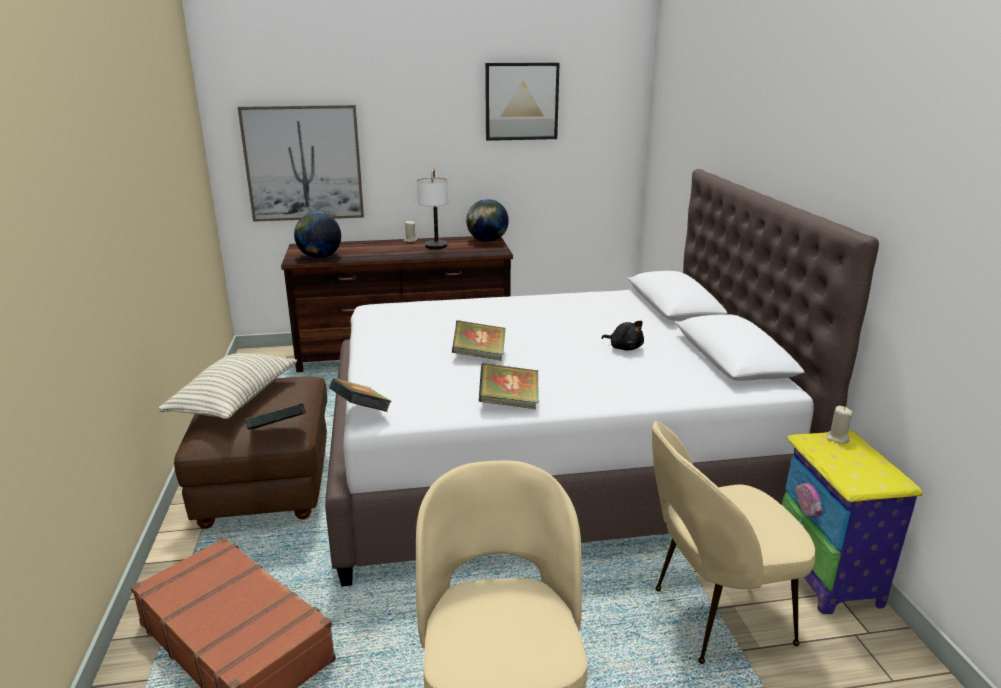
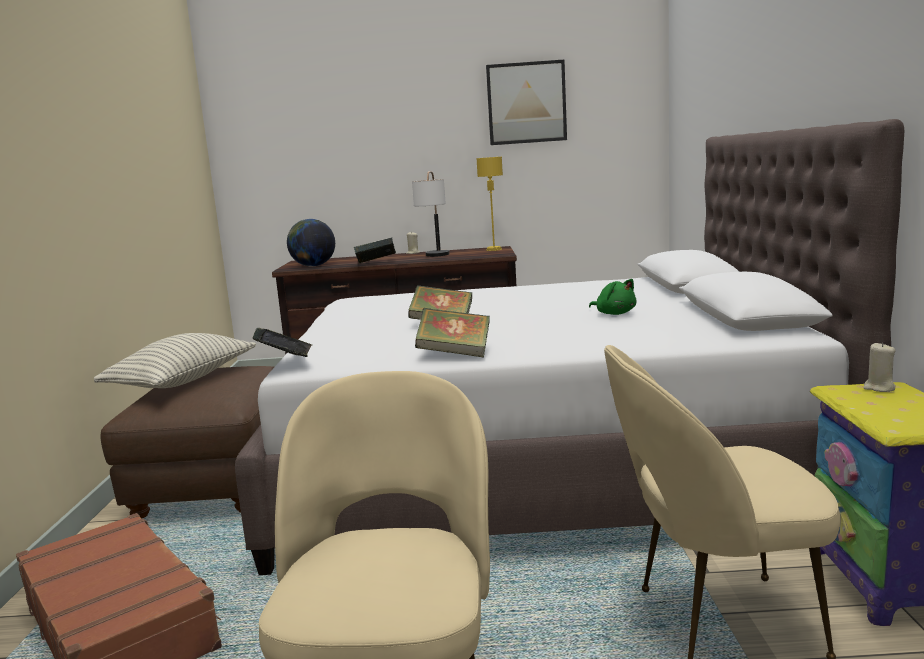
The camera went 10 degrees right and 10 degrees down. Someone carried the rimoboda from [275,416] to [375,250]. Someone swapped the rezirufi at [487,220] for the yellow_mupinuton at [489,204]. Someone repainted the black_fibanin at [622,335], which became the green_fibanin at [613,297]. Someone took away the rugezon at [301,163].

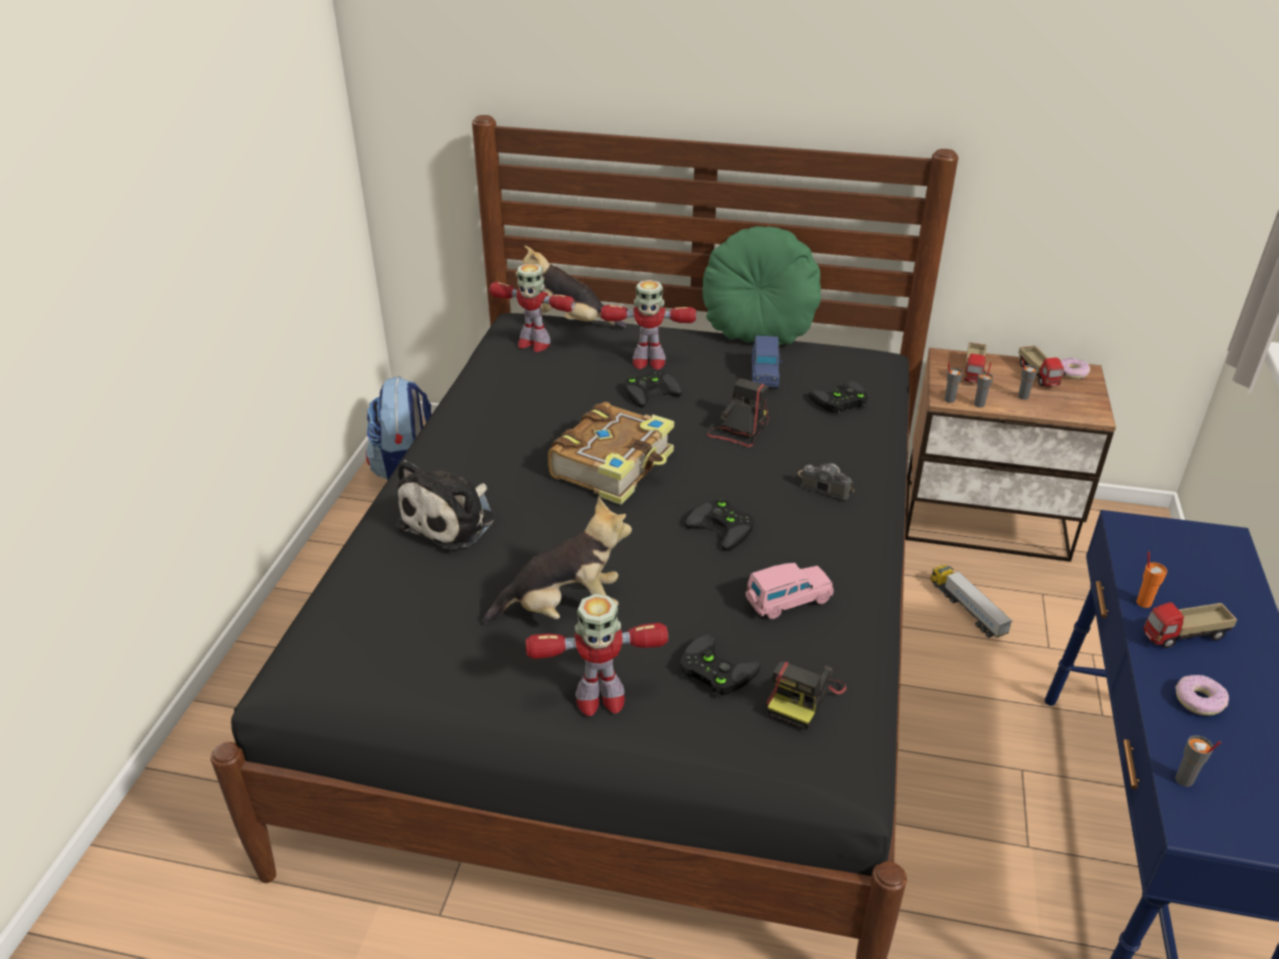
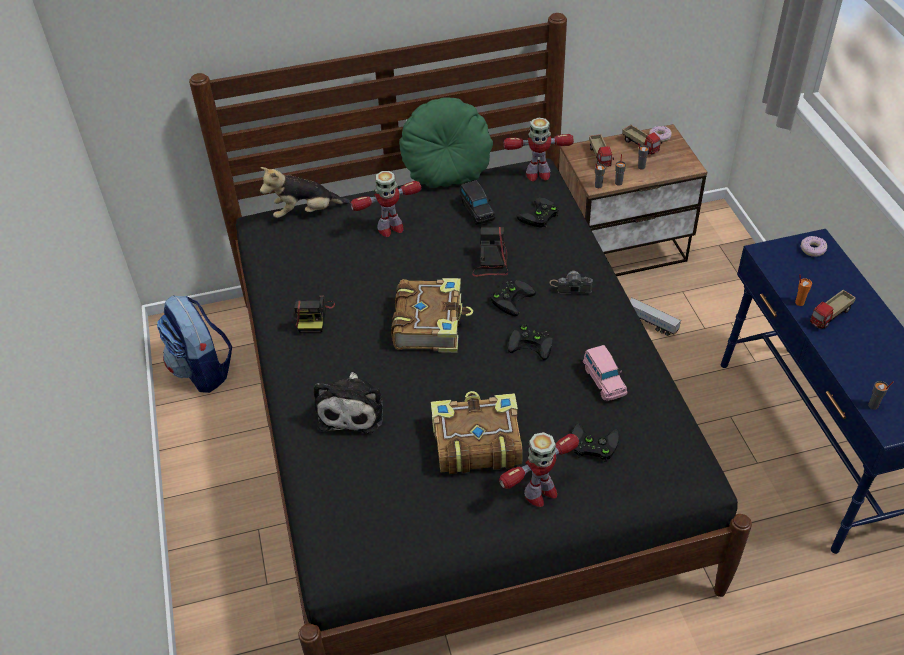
The camera went 25 degrees left and 10 degrees up. Someone carried the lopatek from [806,695] to [314,313]. Someone swapped the fibanin at [557,560] for the rimoboda at [477,432]. Someone repainted the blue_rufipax at [766,362], which became the black_rufipax at [477,202]. Someone carried the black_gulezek from [653,389] to [513,297]. Someone carried the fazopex from [532,308] to [539,149]. Someone rotated the pink_rufipax at [790,590] by 120 degrees clockwise. Someone carried the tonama from [1202,695] to [813,246].

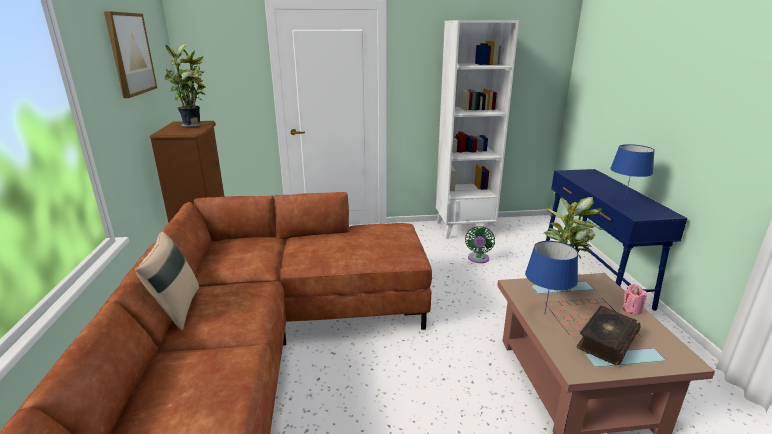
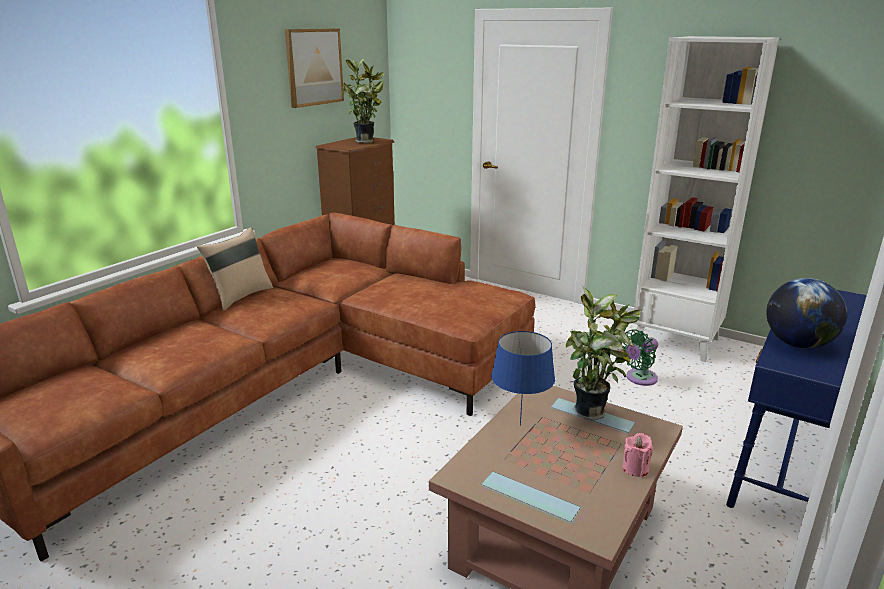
The camera went 40 degrees right and 0 degrees up. Someone swapped the blue_mupinuton at [632,173] for the rezirufi at [806,313]. Someone took away the rimoboda at [608,336].

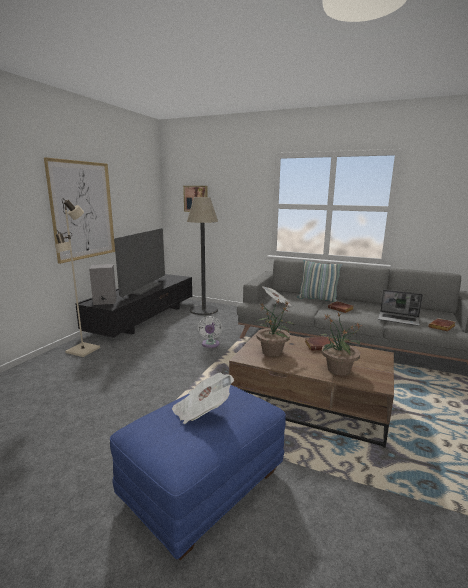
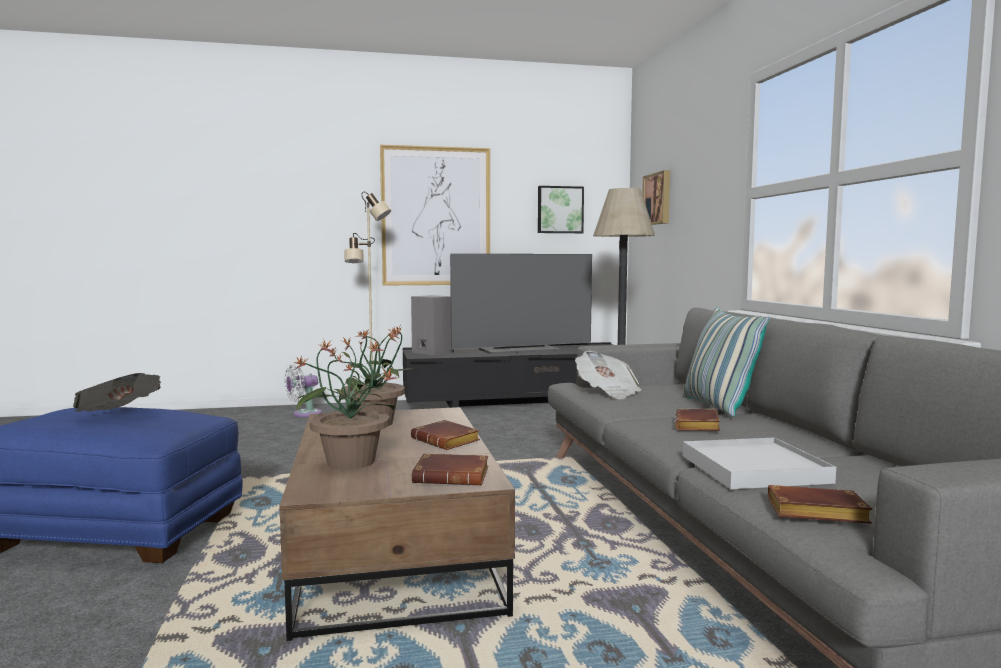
The camera went 55 degrees right and 10 degrees down. Someone carried the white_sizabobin from [210,332] to [303,390]. Someone put down the brown_rimoboda at [450,469]. Someone put up the rugezon at [561,209]. Someone swapped the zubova at [400,307] for the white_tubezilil at [759,463].

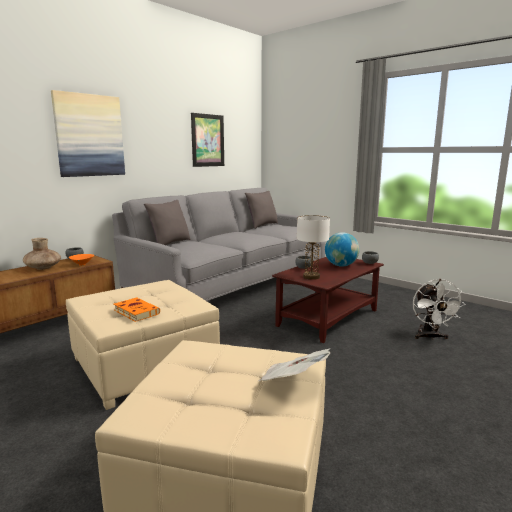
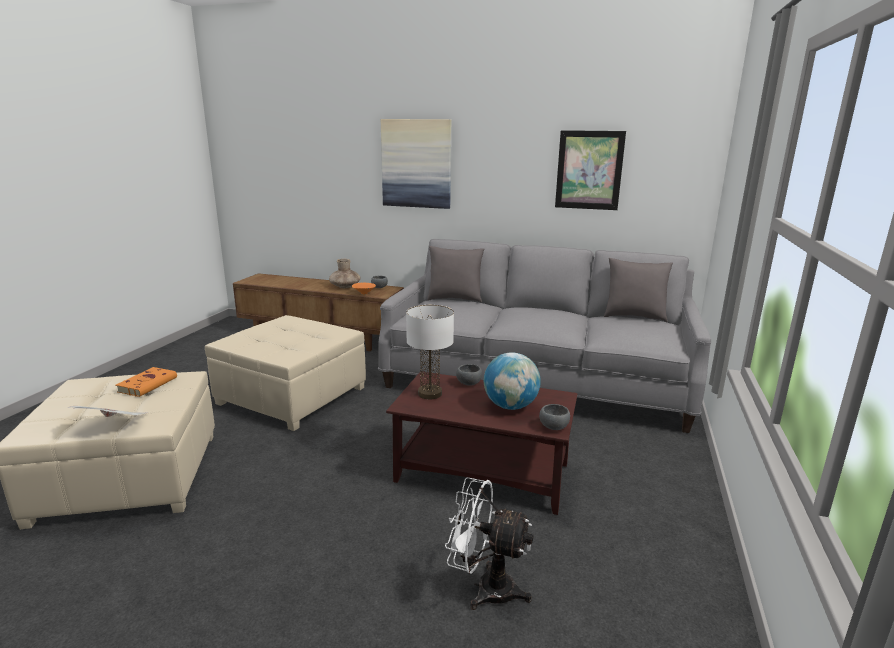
The camera went 65 degrees right and 5 degrees up. Someone carried the orange_rimoboda from [137,309] to [146,382]. Someone rotated the white_sizabobin at [439,309] by 45 degrees clockwise.

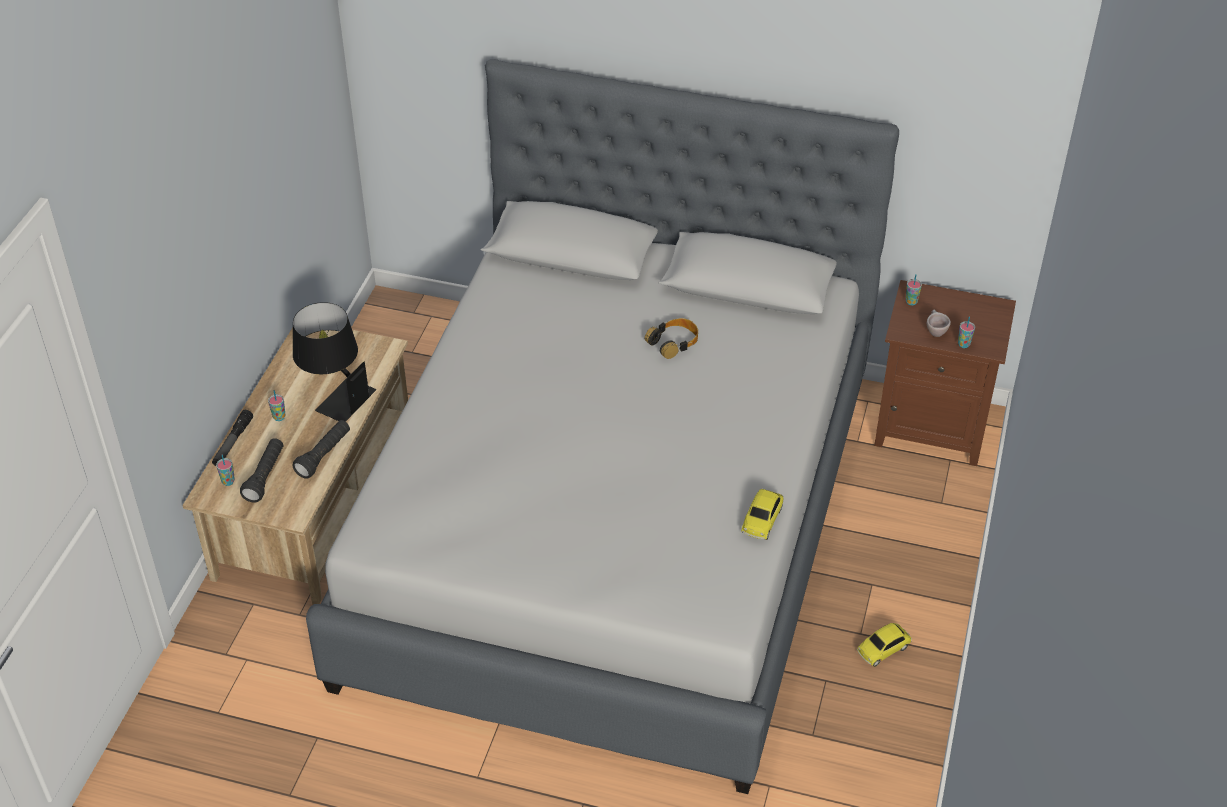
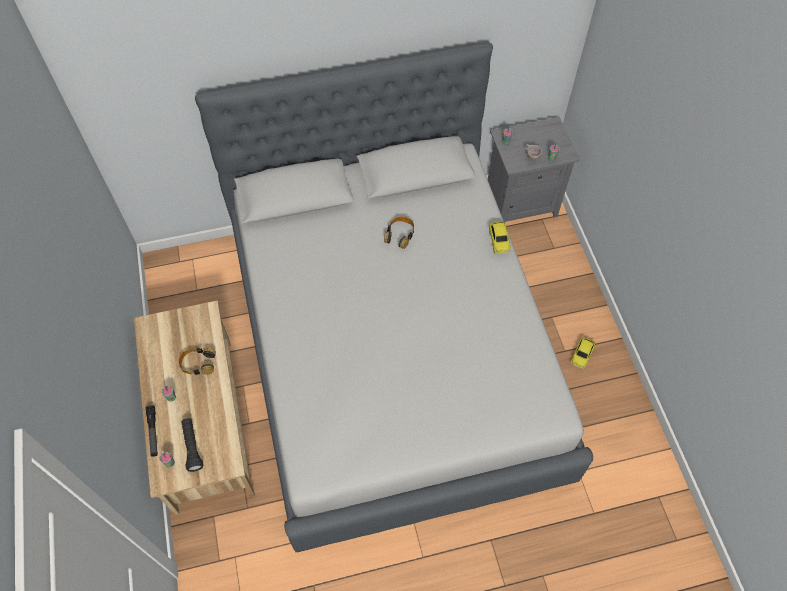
The camera went 30 degrees left and 15 degrees up. Someone swapped the black_mupinuton at [334,362] for the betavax at [197,361]. Someone repainted the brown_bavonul at [945,373], which became the grey_bavonul at [534,169]. Someone carried the rufipax from [762,514] to [500,237]. Someone took away the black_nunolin at [321,449].

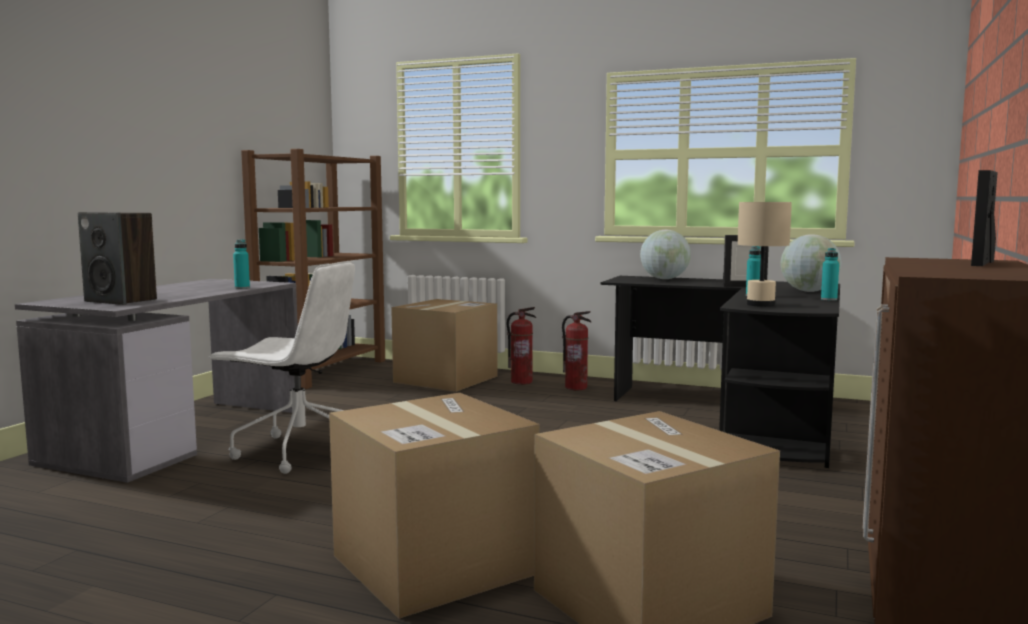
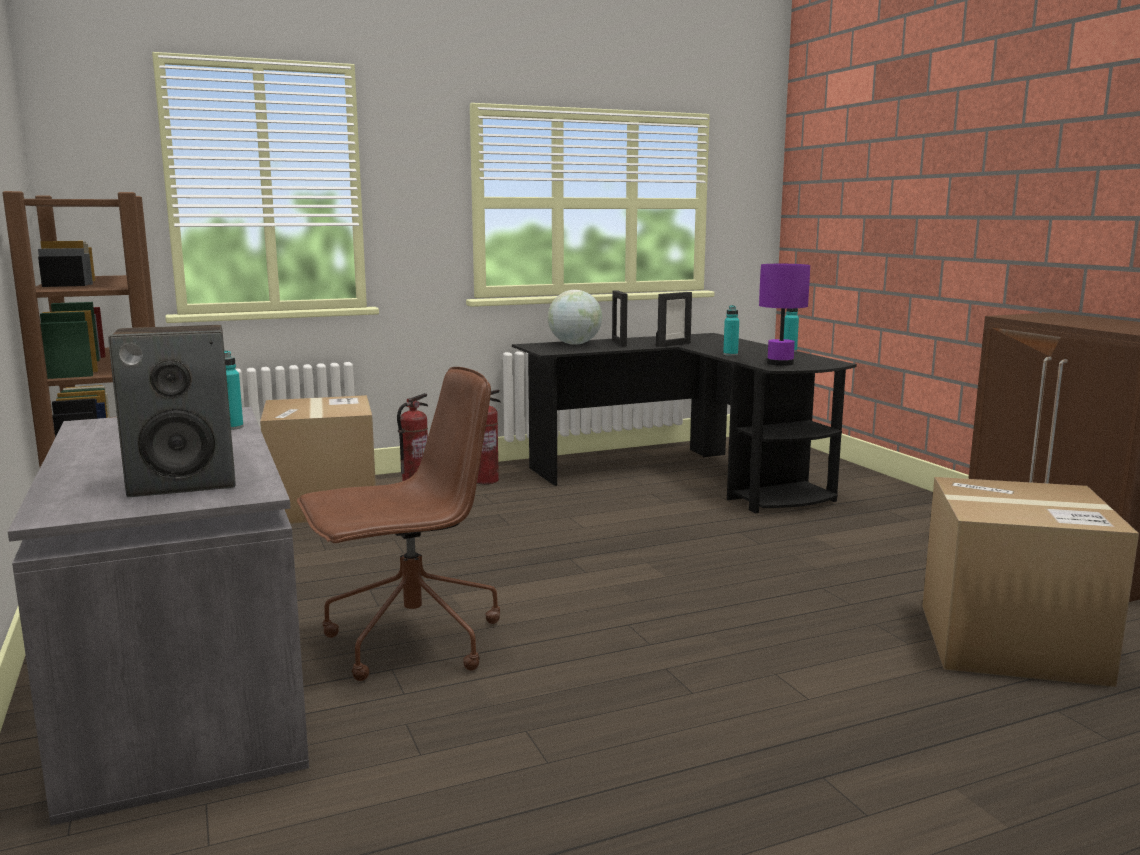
The camera went 45 degrees left and 5 degrees up. Someone repainted the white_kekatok at [281,367], which became the brown_kekatok at [398,524]. Someone carried the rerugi from [984,218] to [619,318]. Someone repainted the beige_mupinuton at [765,254], which became the purple_mupinuton at [784,315]. Someone took away the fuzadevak at [434,506]. Someone took away the rezirufi at [810,263].

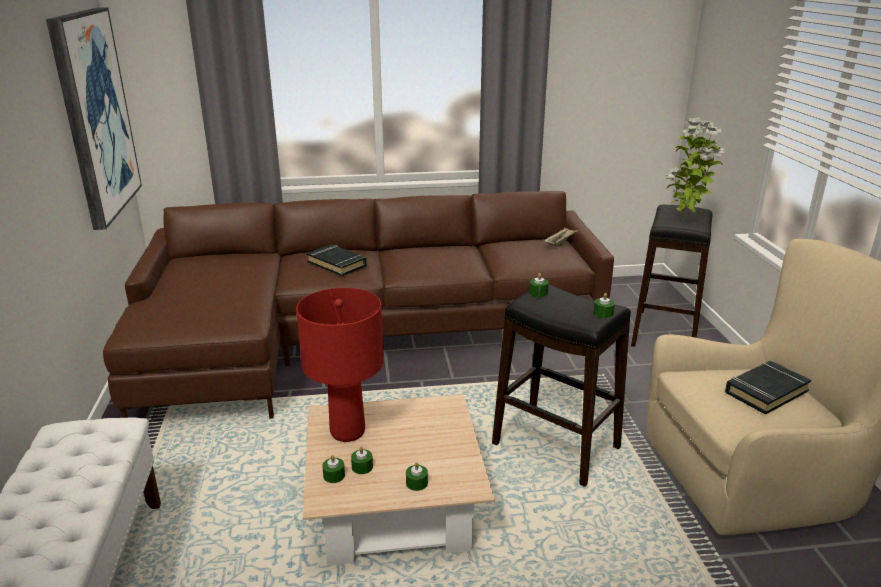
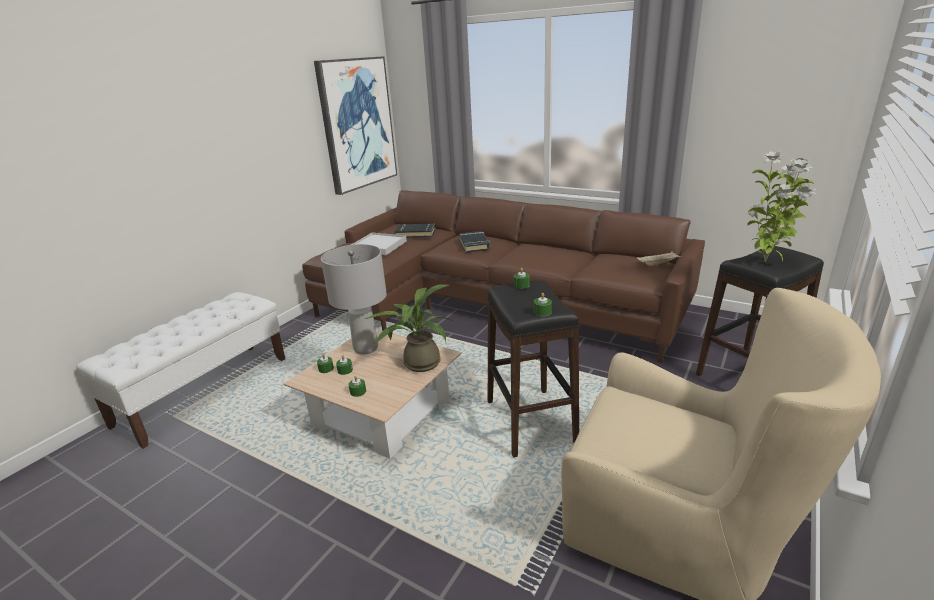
The camera went 40 degrees right and 0 degrees up. Someone repainted the red_mupinuton at [340,365], which became the grey_mupinuton at [354,299]. Someone put down the white_tubezilil at [379,244]. Someone put down the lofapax at [410,328]. Someone carried the black_rimoboda from [768,388] to [415,230].

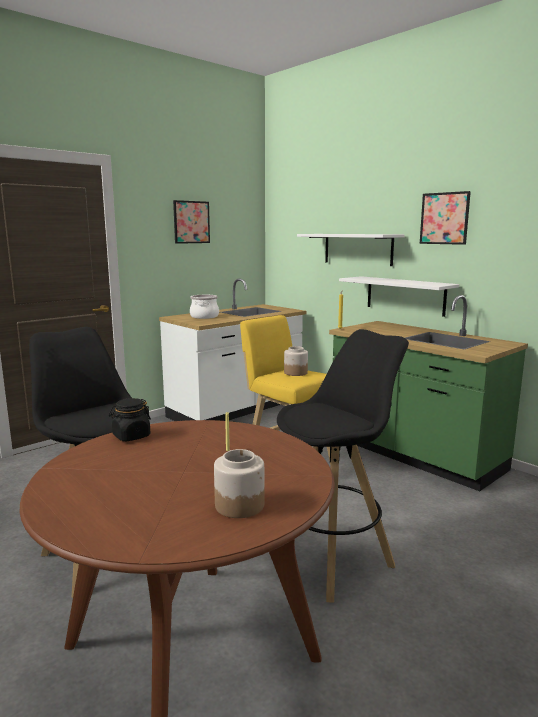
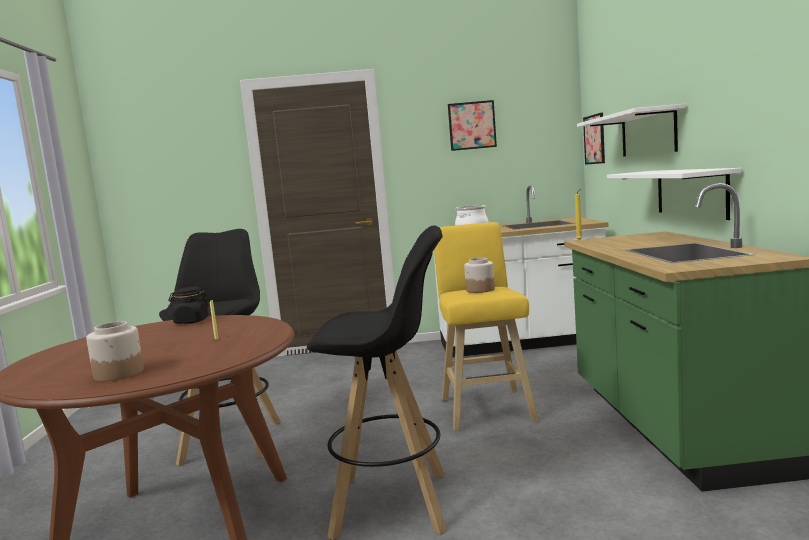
The camera went 40 degrees right and 5 degrees down. Someone carried the rugezon from [445,218] to [594,139].

